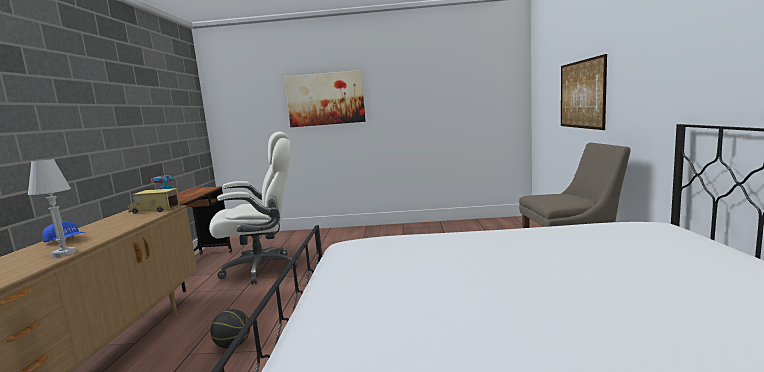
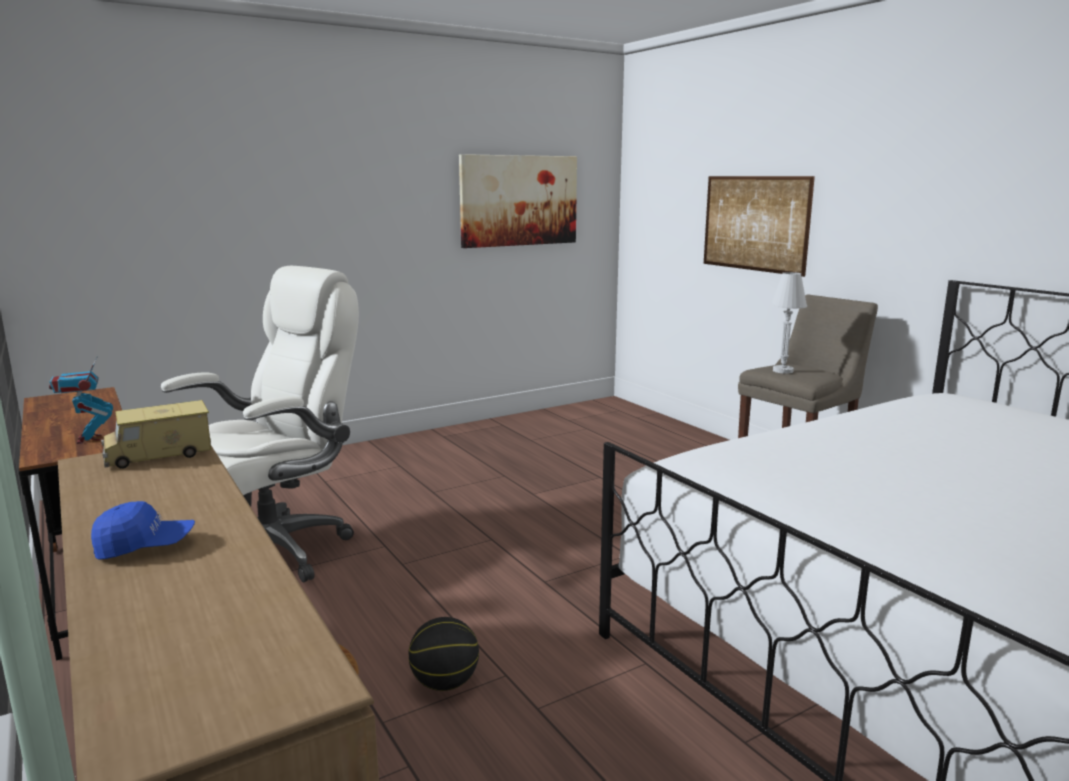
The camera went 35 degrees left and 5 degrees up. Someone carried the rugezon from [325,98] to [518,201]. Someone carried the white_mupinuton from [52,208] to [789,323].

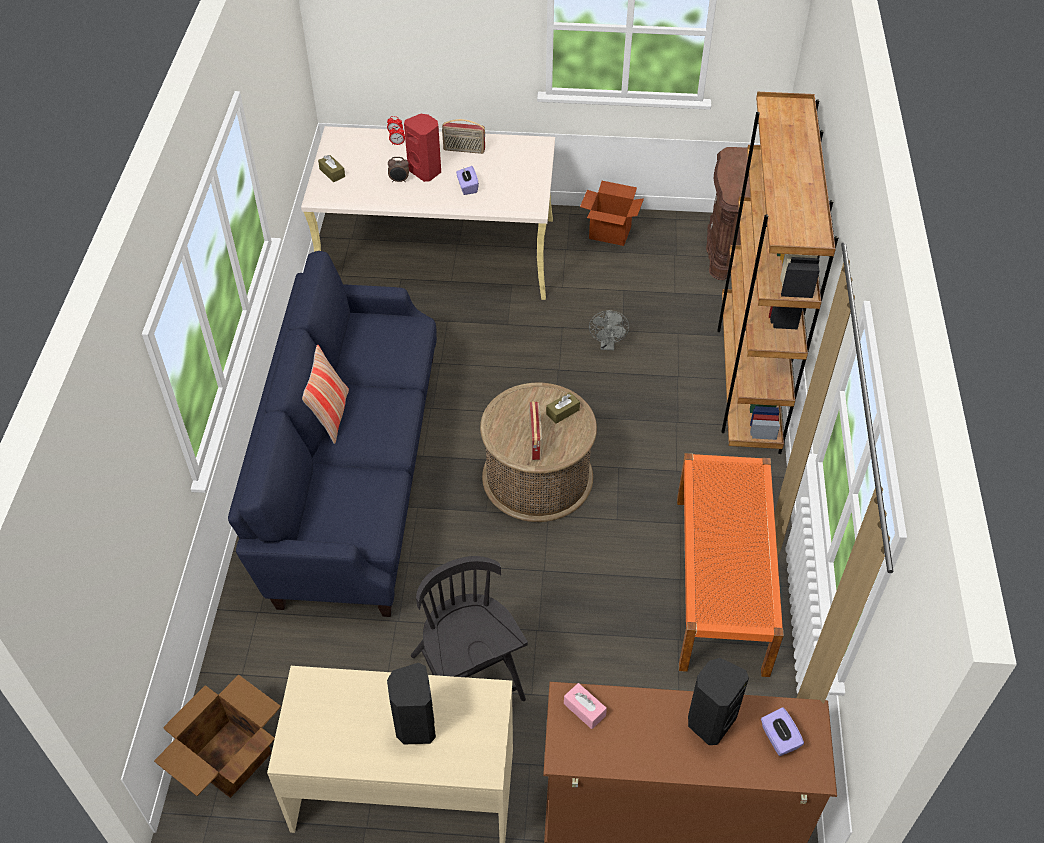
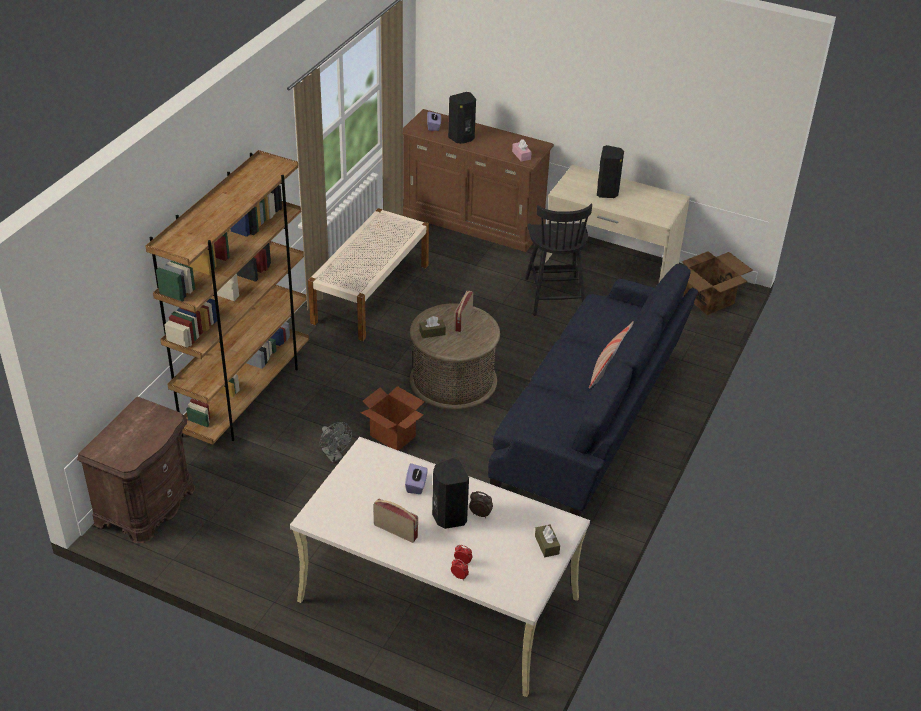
The camera went 160 degrees left and 10 degrees down. Someone repainted the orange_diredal at [730,565], which became the beige_diredal at [368,274]. Someone rotated the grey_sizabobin at [609,330] by 120 degrees clockwise. Someone carried the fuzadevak from [612,213] to [392,418]. Someone repainted the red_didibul at [422,148], which became the black_didibul at [450,493].

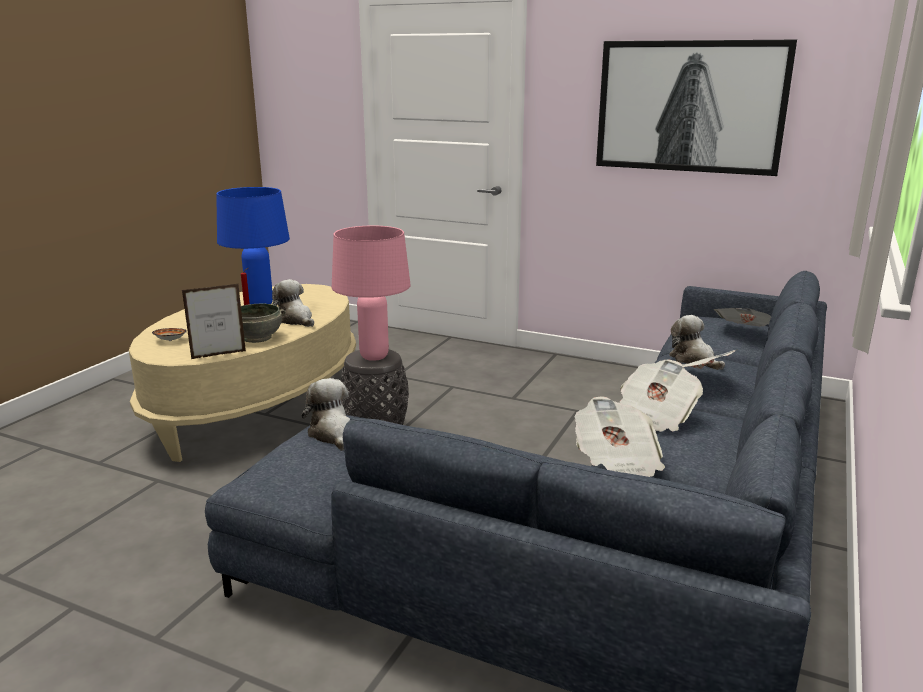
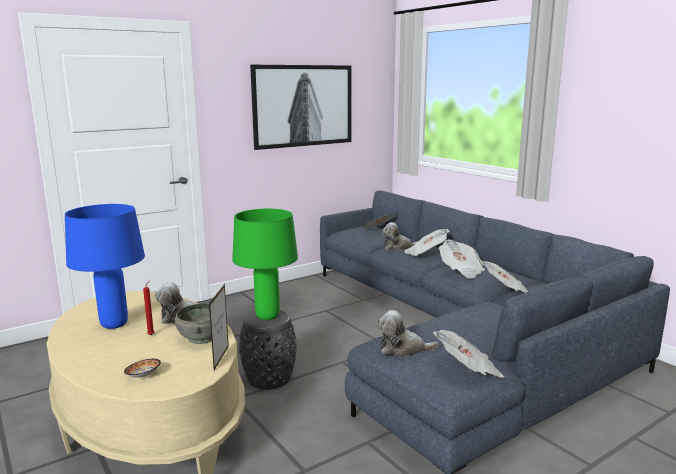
The camera went 60 degrees left and 5 degrees down. Someone repainted the pink_mupinuton at [371,293], which became the green_mupinuton at [265,264]. Someone put down the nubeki at [468,354].

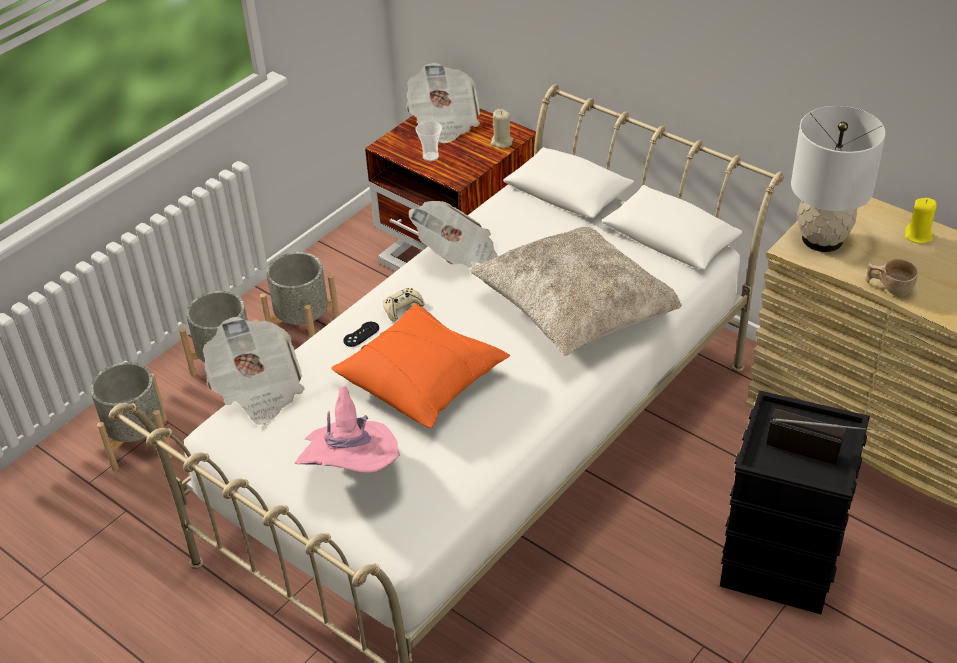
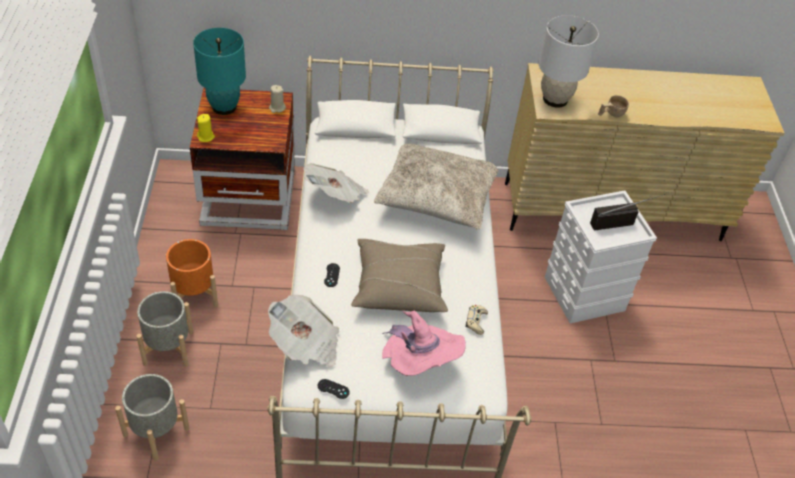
The camera went 45 degrees left and 5 degrees up. Someone repainted the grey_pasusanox at [299,295], which became the orange_pasusanox at [192,273]. Someone swapped the nubeki at [443,103] for the turquoise_mupinuton at [219,71]. Someone carried the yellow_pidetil from [921,221] to [206,128]. Someone put down the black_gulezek at [334,389]. Someone repainted the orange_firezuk at [420,366], which became the beige_firezuk at [399,275]. Someone carried the beige_gulezek from [403,305] to [477,320]. Someone repainted the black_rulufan at [795,502], which became the white_rulufan at [601,257]. Someone took away the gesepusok at [429,141].

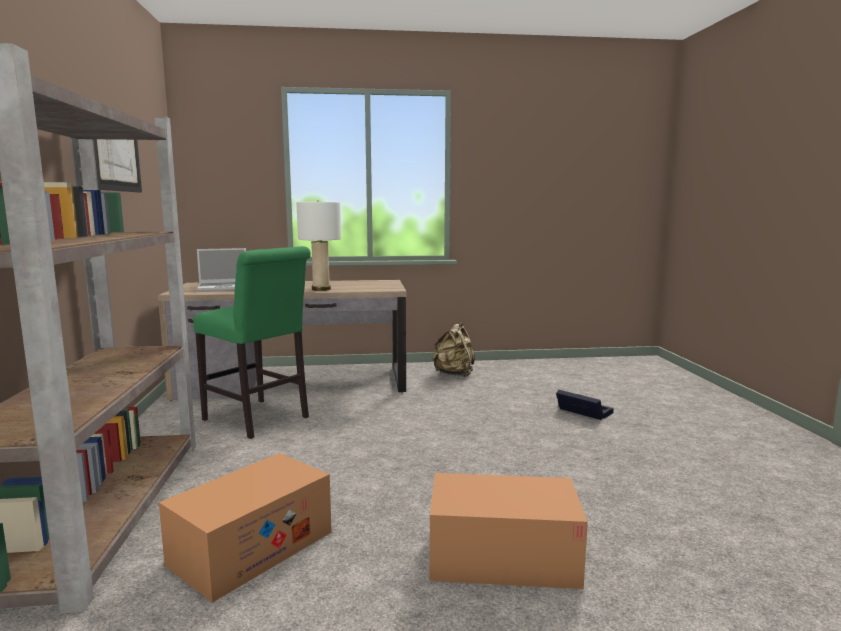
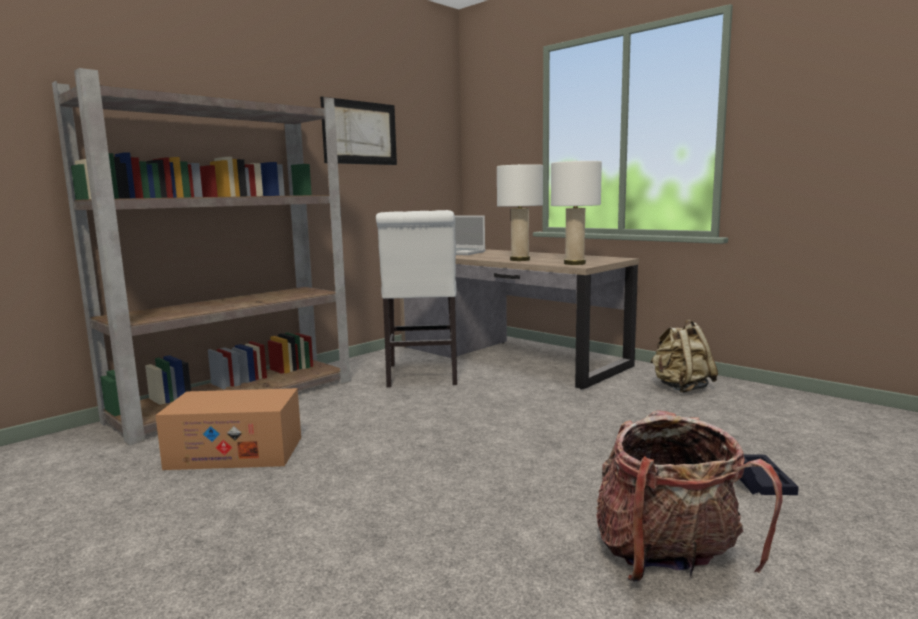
The camera went 50 degrees right and 0 degrees up. Someone repainted the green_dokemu at [252,342], which became the white_dokemu at [416,299]. Someone put down the white_mupinuton at [576,213]. Someone put down the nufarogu at [689,495]. Someone took away the fuzadevak at [509,531].

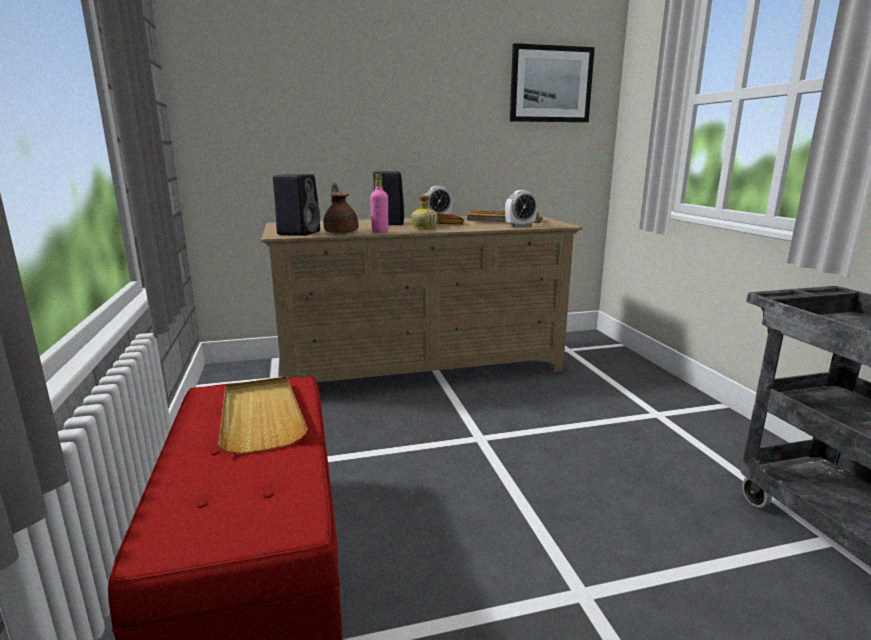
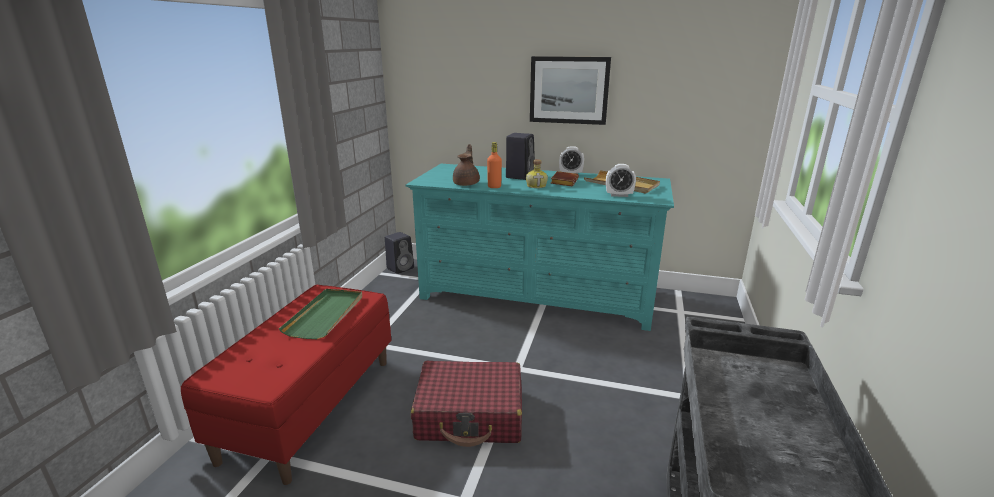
The camera went 30 degrees right and 5 degrees up. Someone repainted the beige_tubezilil at [263,415], which became the green_tubezilil at [320,314]. Someone carried the black_didibul from [296,205] to [399,253]. Someone repainted the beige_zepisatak at [421,299], which became the turquoise_zepisatak at [540,247]. Someone put down the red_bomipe at [466,404]. Someone repainted the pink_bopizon at [379,203], which became the orange_bopizon at [494,165]. Someone carried the rugezon from [552,82] to [570,90].

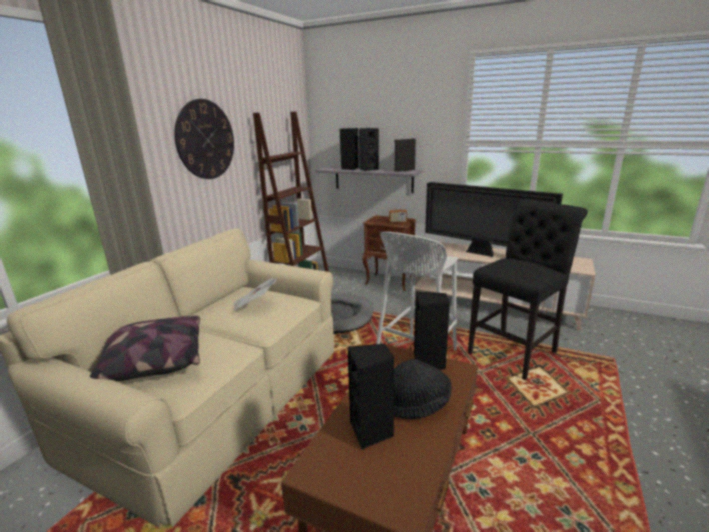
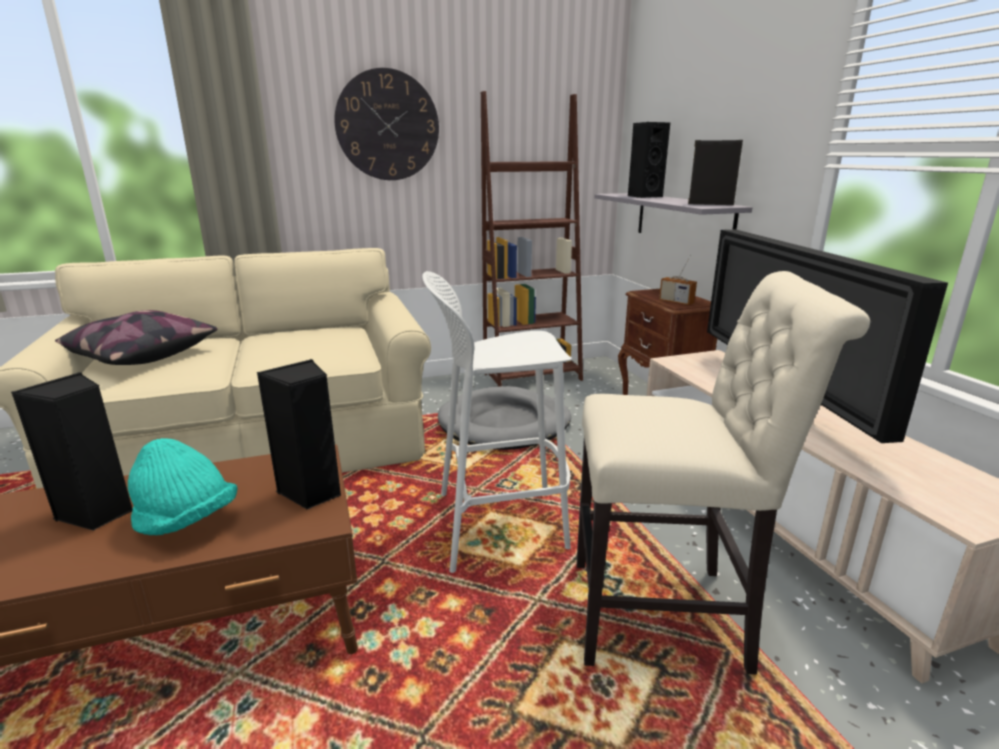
The camera went 45 degrees right and 0 degrees up. Someone repainted the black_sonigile at [423,389], which became the turquoise_sonigile at [183,486]. Someone repainted the black_dokemu at [528,289], which became the beige_dokemu at [723,473]. Someone took away the nubeki at [254,294]. Someone took away the black_didibul at [369,149].

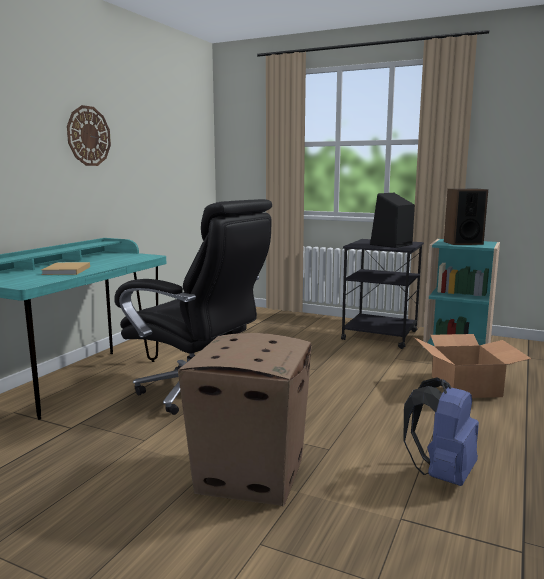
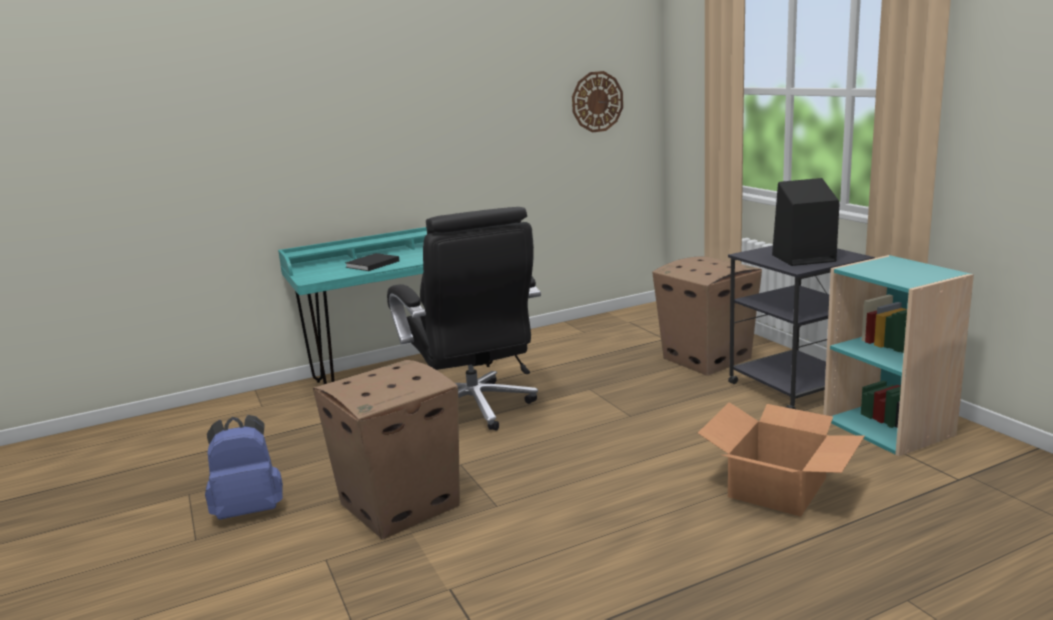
The camera went 40 degrees right and 5 degrees up. Someone carried the blue_nufarogu from [441,432] to [244,467]. Someone repainted the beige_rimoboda at [65,268], which became the black_rimoboda at [372,262]. Someone carried the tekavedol from [89,135] to [597,101]. Someone put down the fuzadevak at [707,316]. Someone took away the didibul at [466,217].

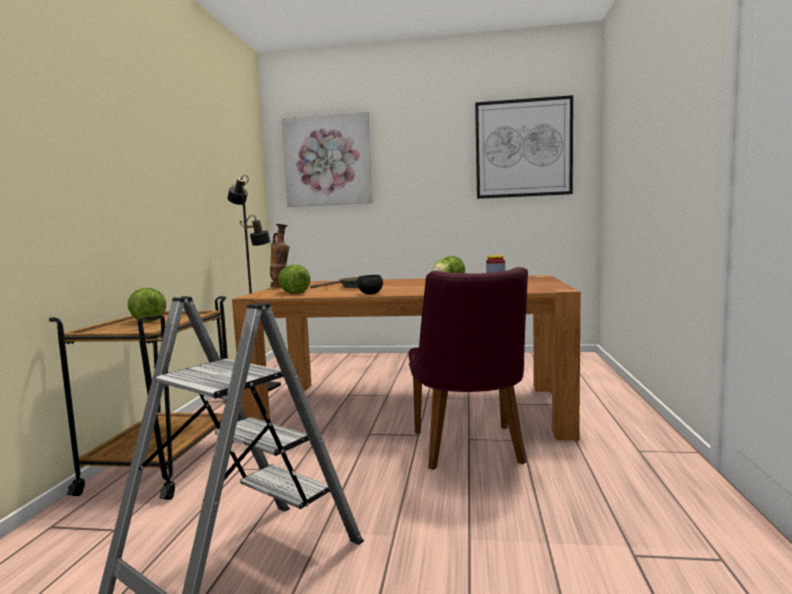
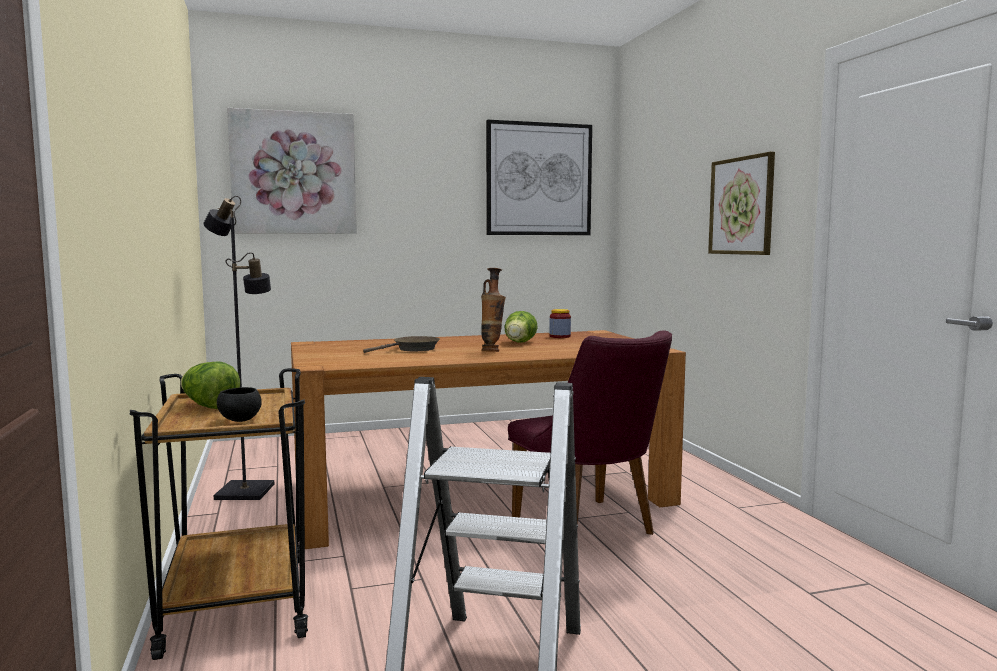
The camera went 25 degrees left and 0 degrees up. Someone carried the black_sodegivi from [370,285] to [239,404]. Someone carried the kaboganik from [280,256] to [493,310]. Someone put up the rugezon at [741,203]. Someone took away the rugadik at [294,279].

